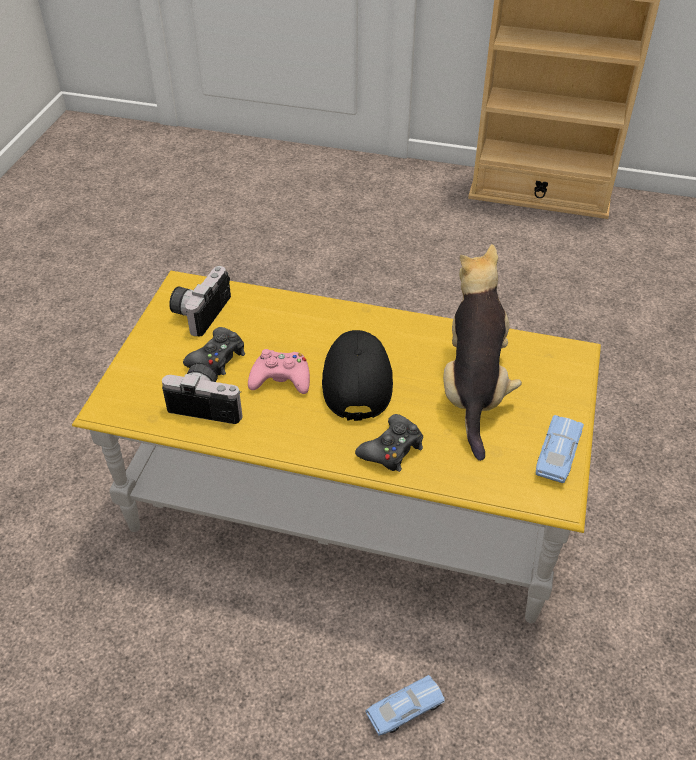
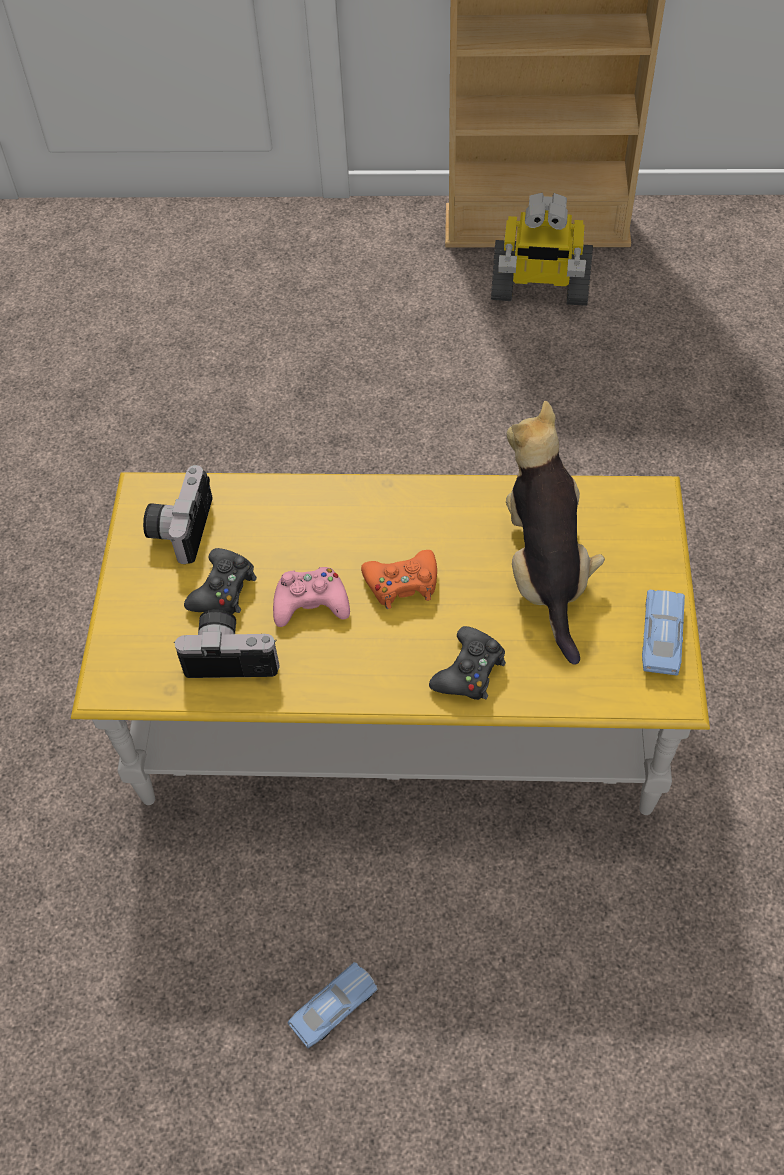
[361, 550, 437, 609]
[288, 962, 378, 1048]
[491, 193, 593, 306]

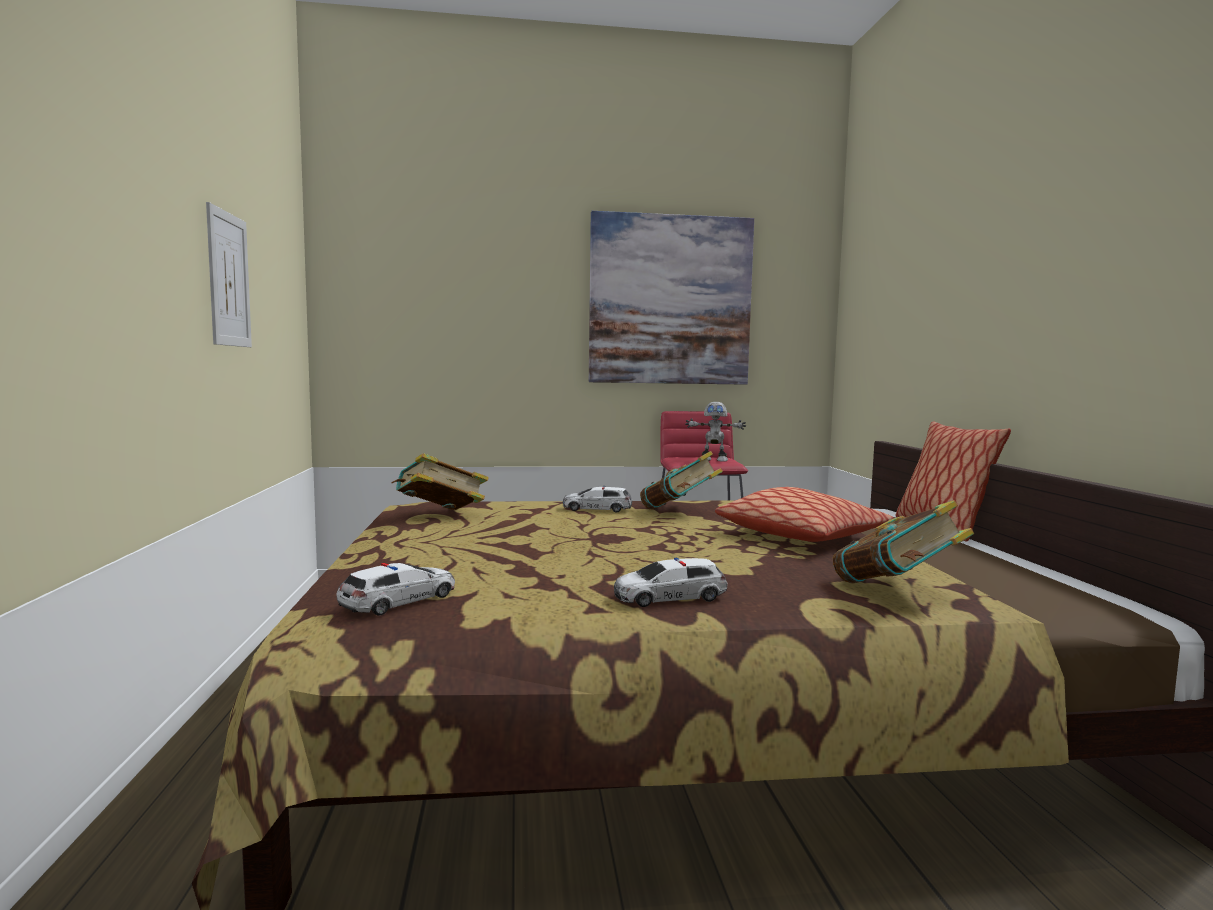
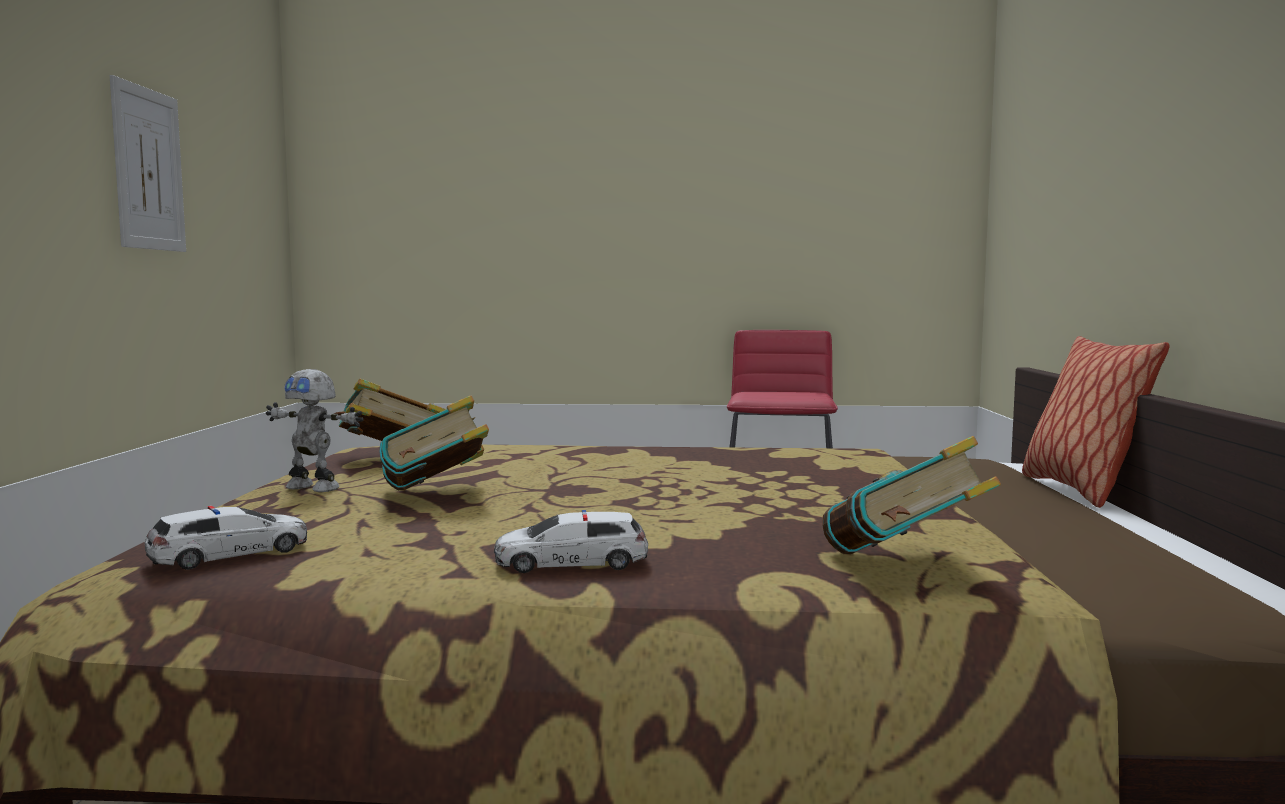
[589, 211, 754, 385] (first image)
[266, 369, 364, 492]
[379, 395, 489, 490]
[563, 486, 632, 512] (first image)
[715, 487, 894, 542] (first image)

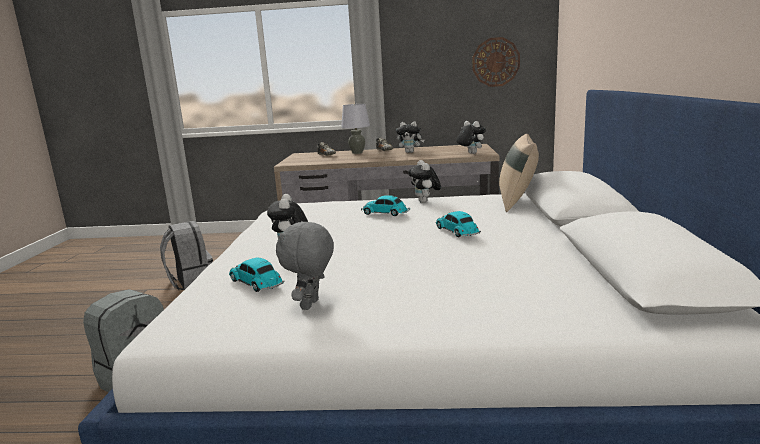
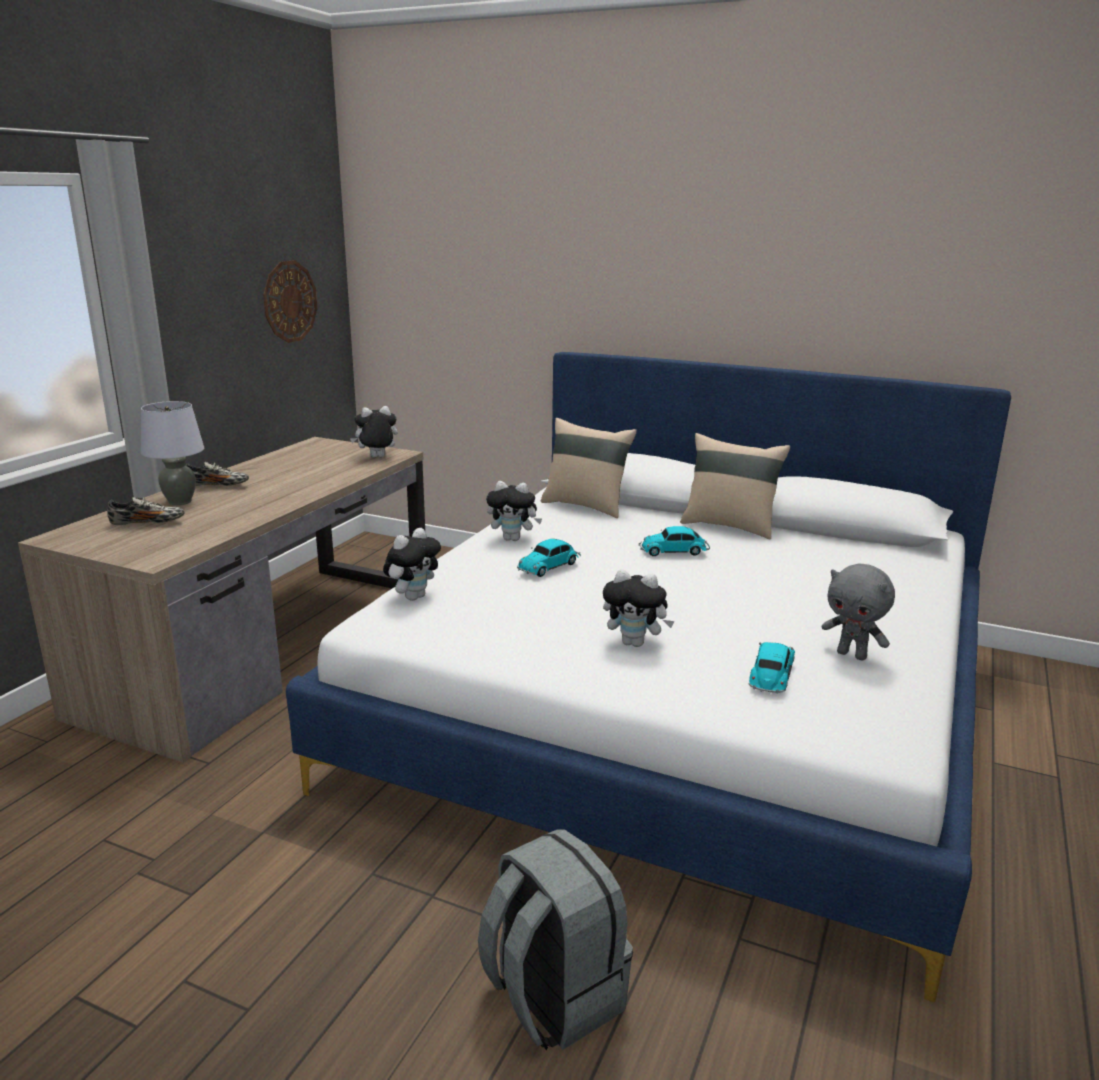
[383, 528, 441, 601]
[160, 221, 213, 290] (first image)
[749, 642, 795, 694]
[680, 433, 790, 539]

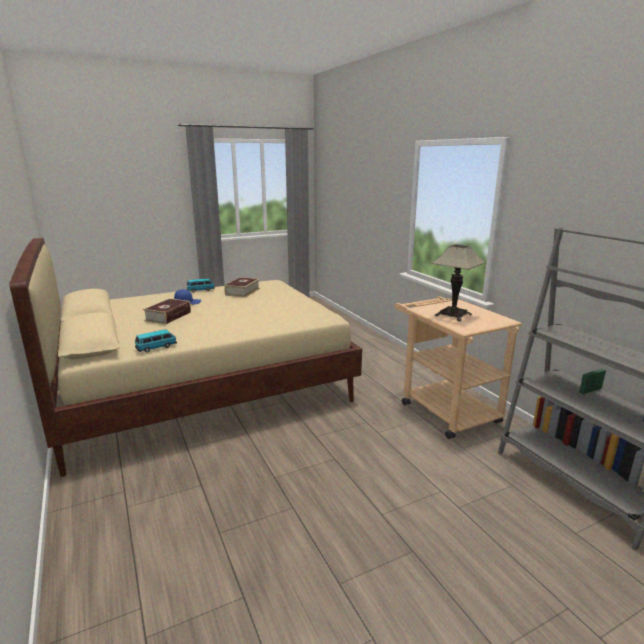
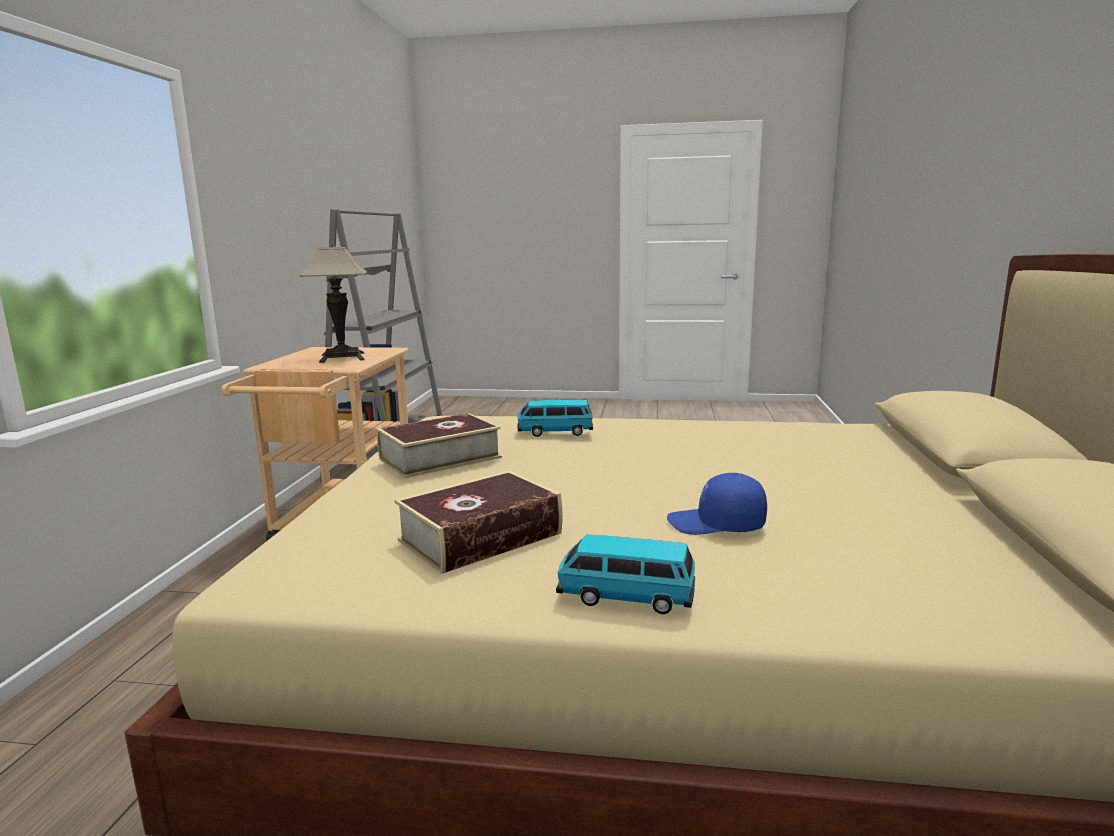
[377, 413, 502, 478]
[517, 400, 593, 437]

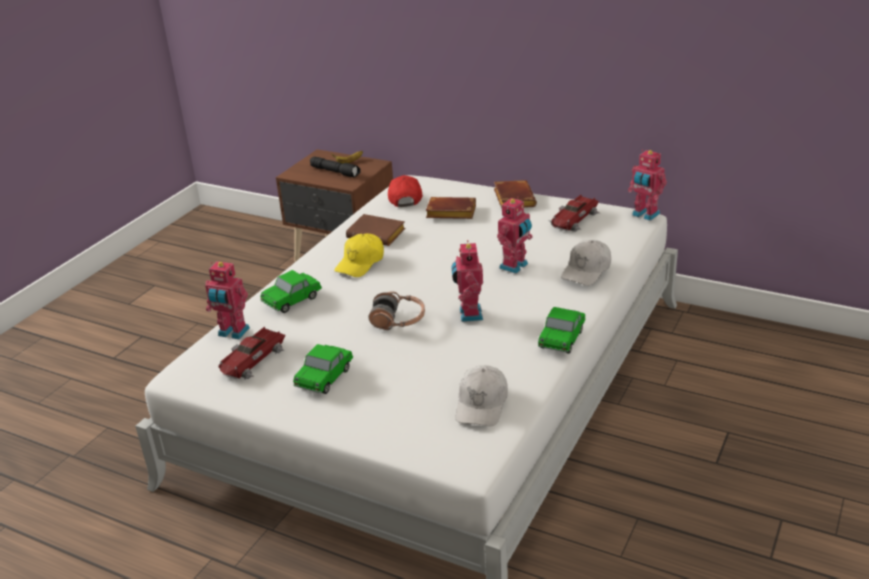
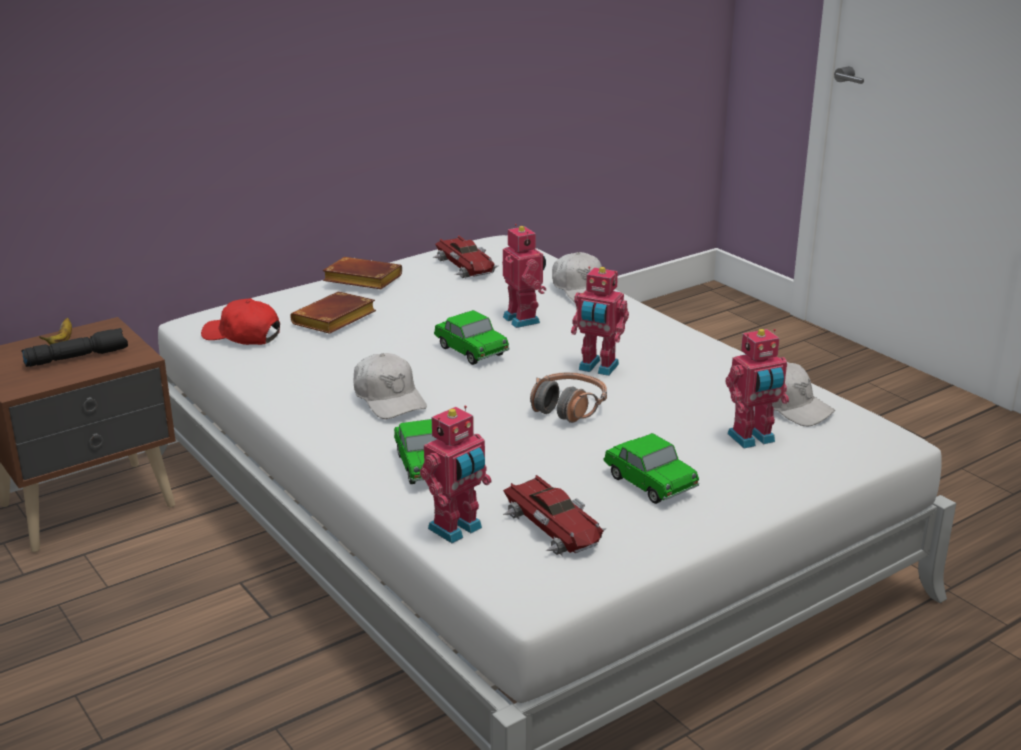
[726, 329, 789, 449]
[346, 214, 405, 246] (first image)
[354, 353, 427, 419]
[434, 310, 509, 365]

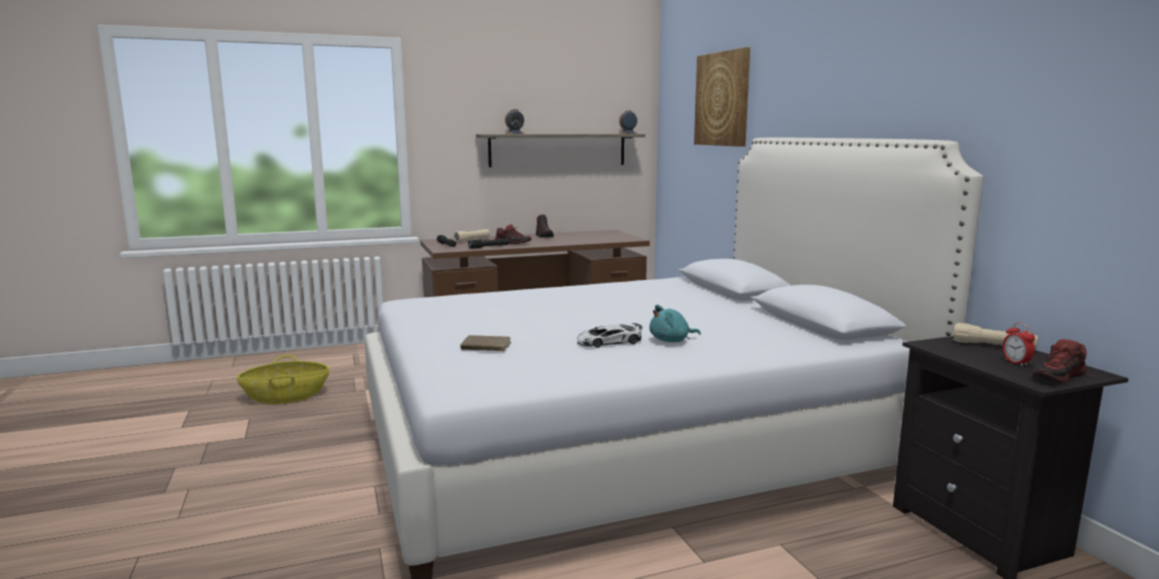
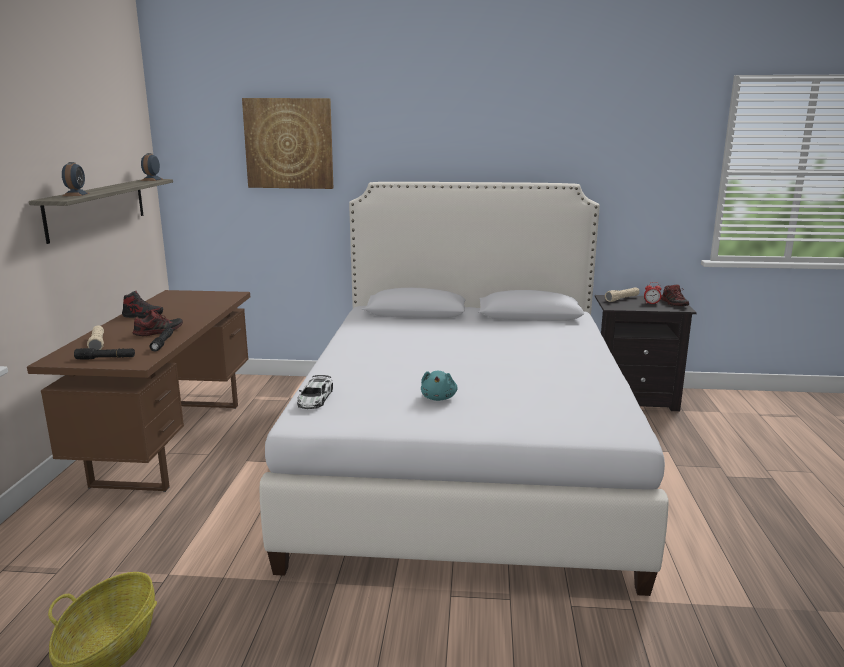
[421, 371, 458, 401]
[297, 375, 333, 409]
[460, 335, 511, 351] (first image)

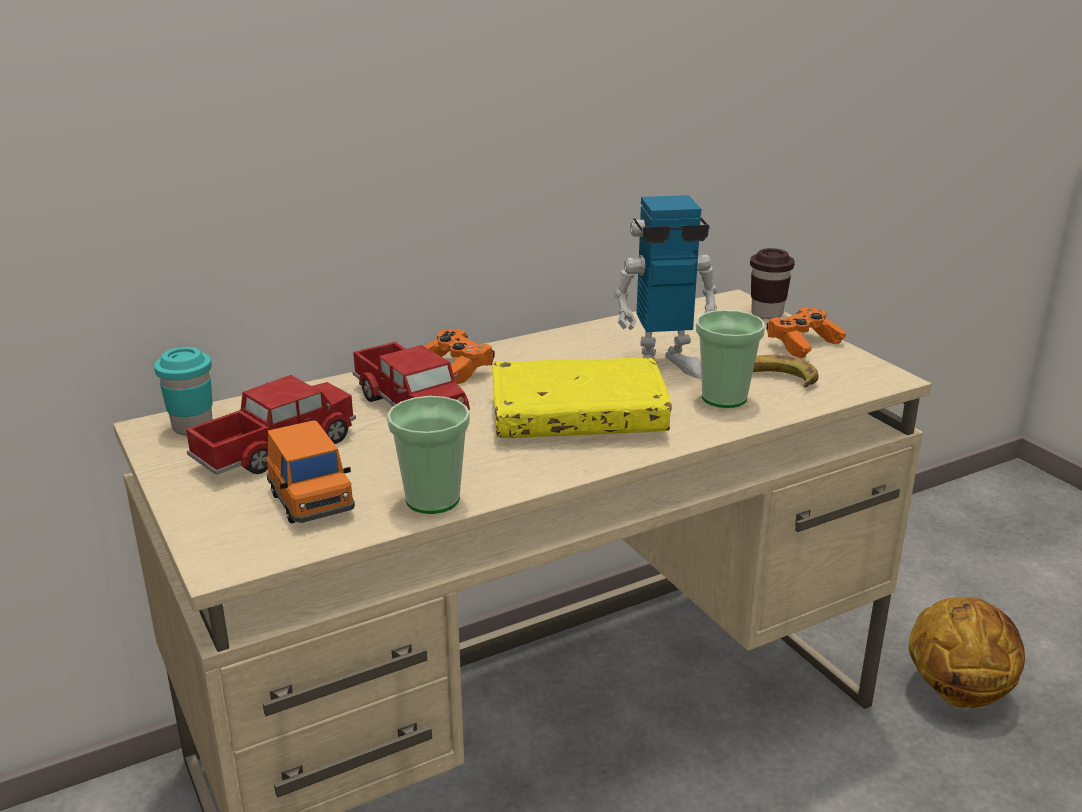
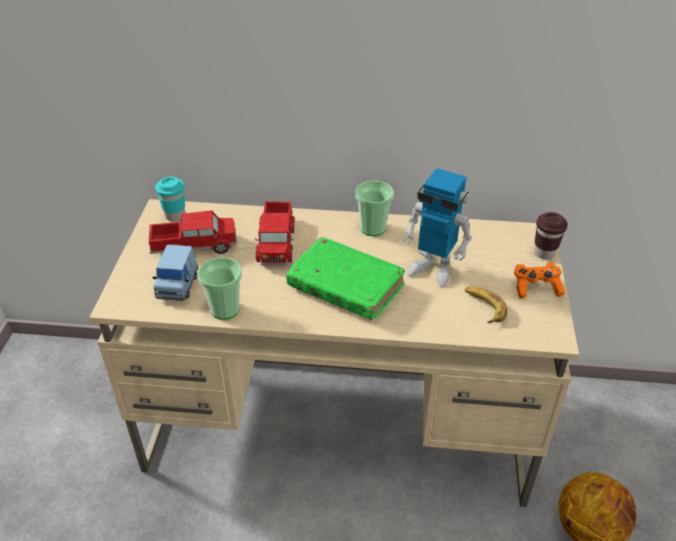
[355, 181, 394, 236]
[424, 329, 495, 384] (first image)
[286, 237, 405, 320]
[153, 245, 198, 301]

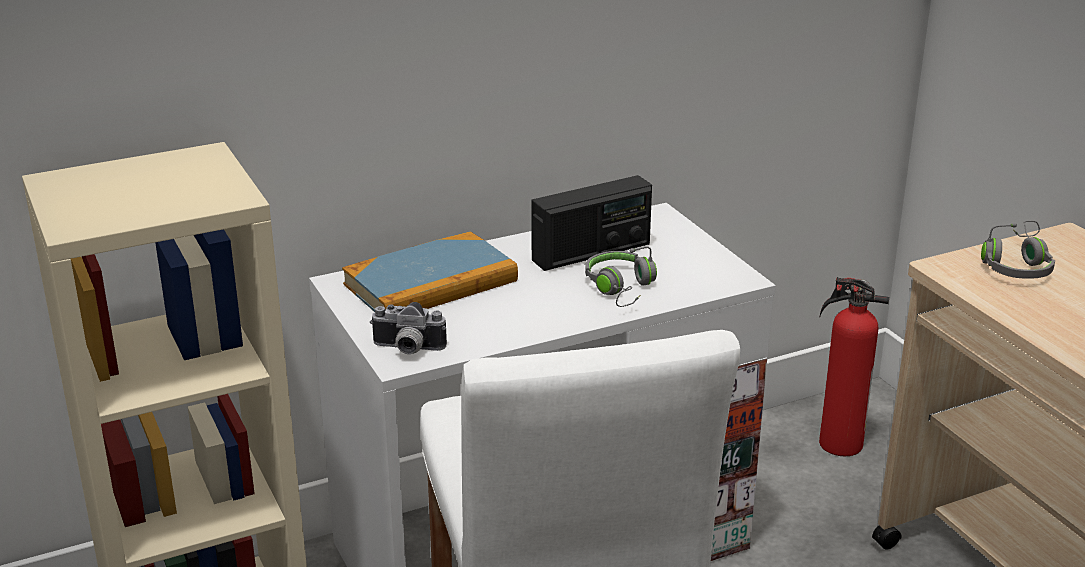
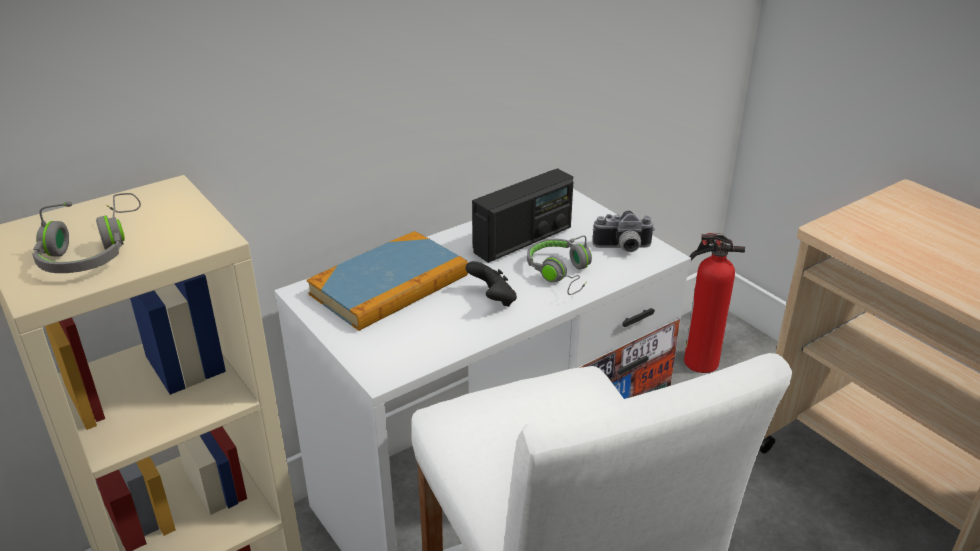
[32, 193, 141, 273]
[592, 210, 655, 252]
[466, 261, 517, 307]

